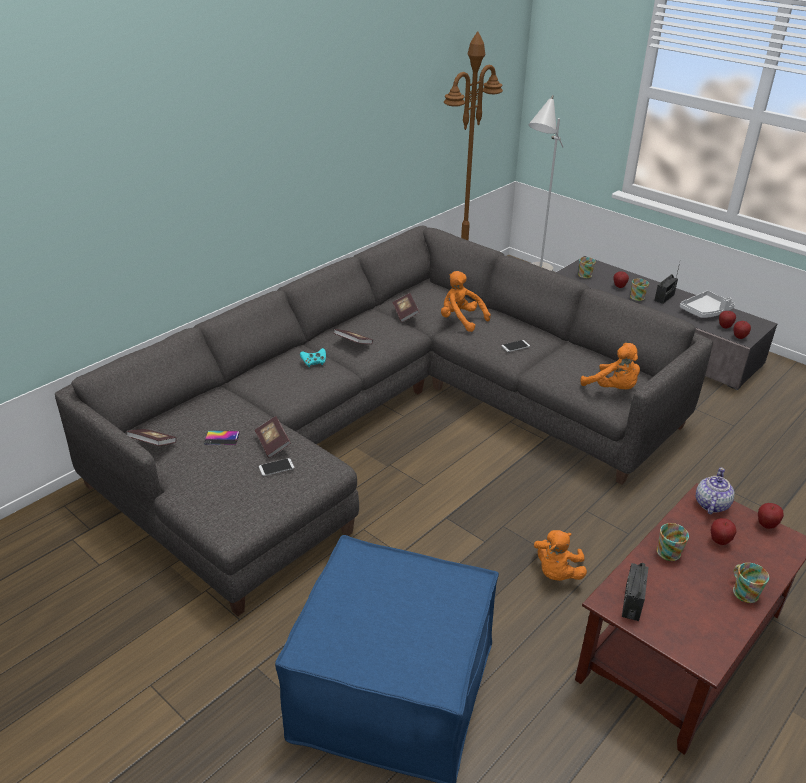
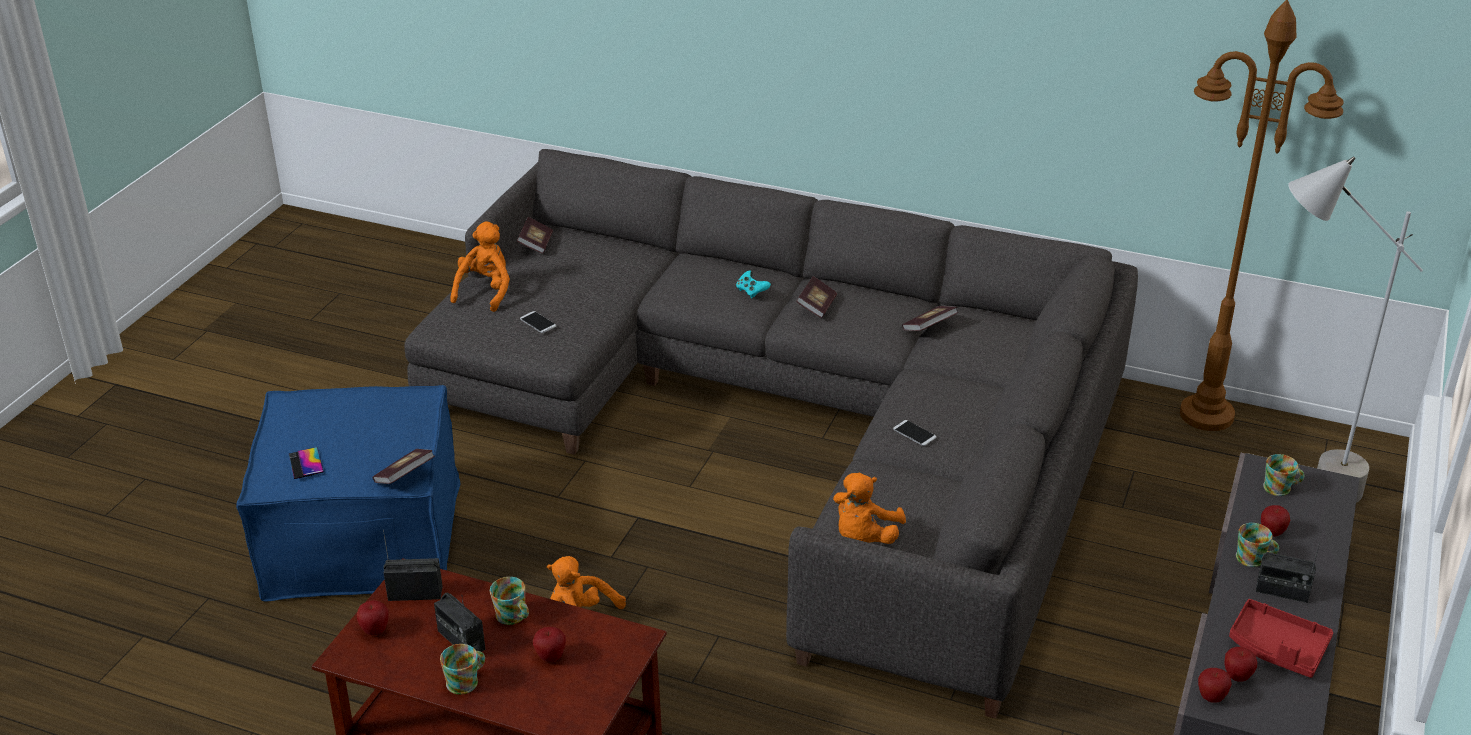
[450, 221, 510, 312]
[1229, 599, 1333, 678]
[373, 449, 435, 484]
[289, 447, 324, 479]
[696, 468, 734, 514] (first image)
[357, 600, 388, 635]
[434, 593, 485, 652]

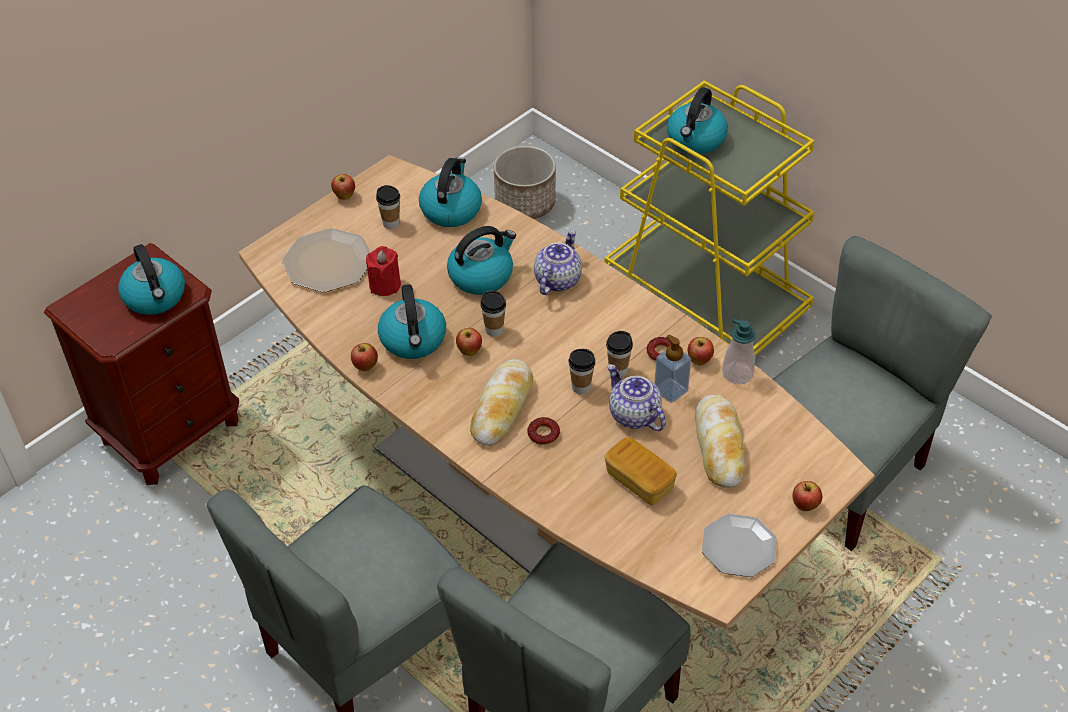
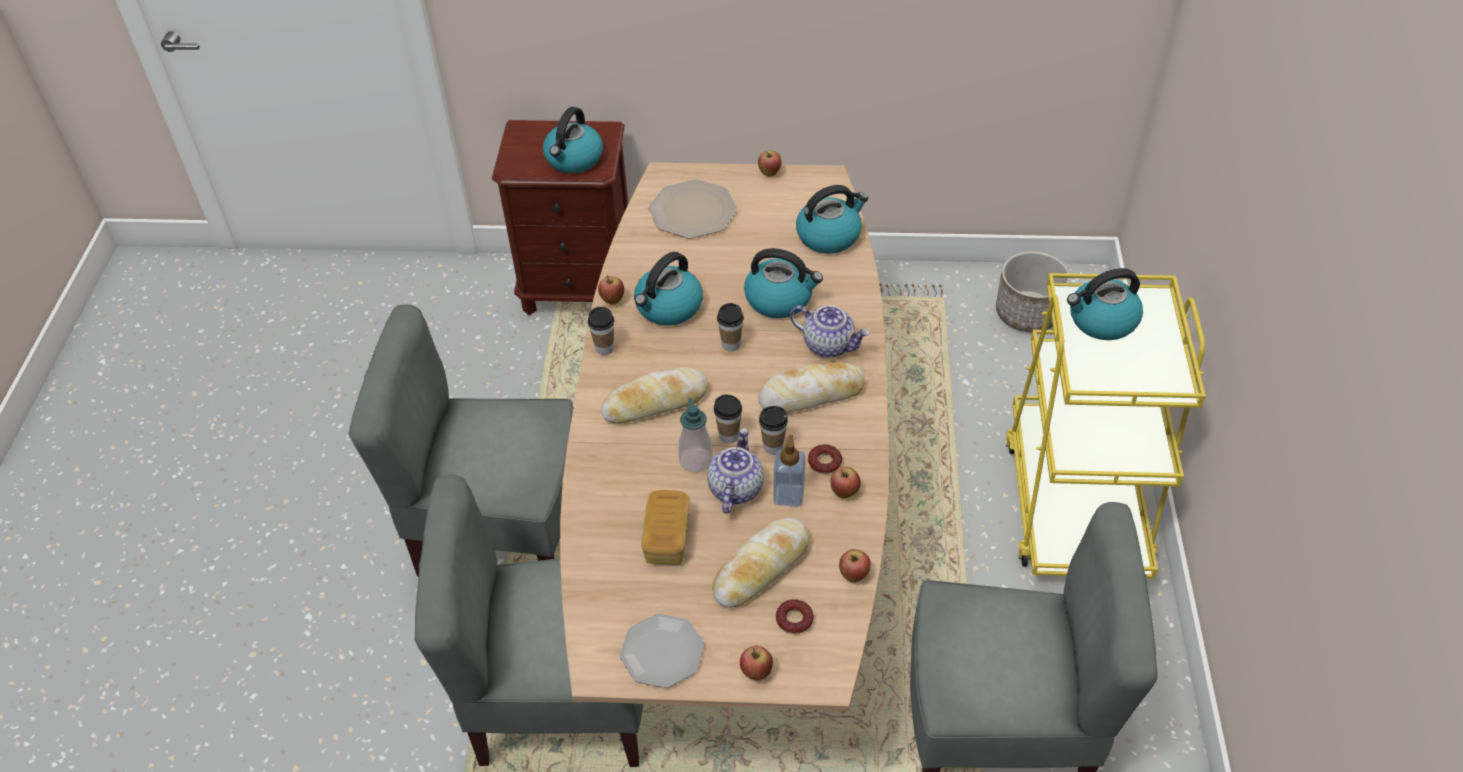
[588, 307, 614, 355]
[790, 305, 870, 358]
[366, 246, 401, 296] (first image)
[679, 398, 713, 472]
[839, 549, 871, 582]
[776, 599, 814, 634]
[758, 362, 865, 413]

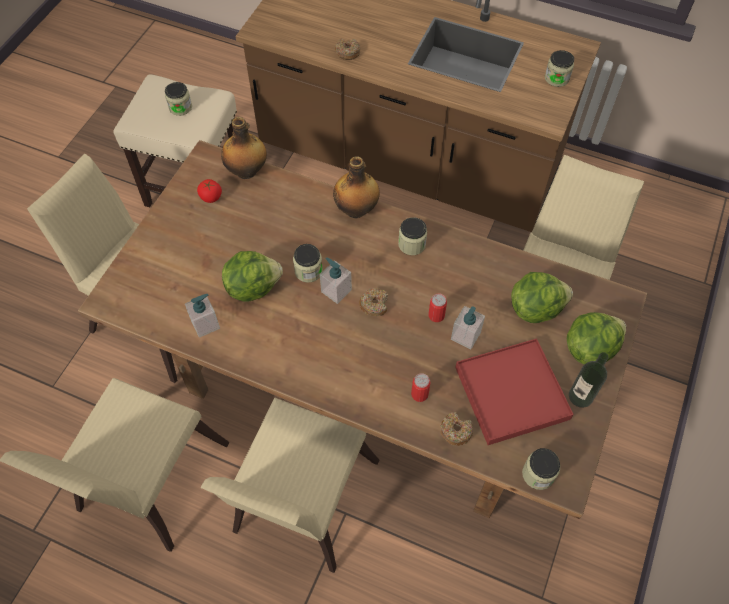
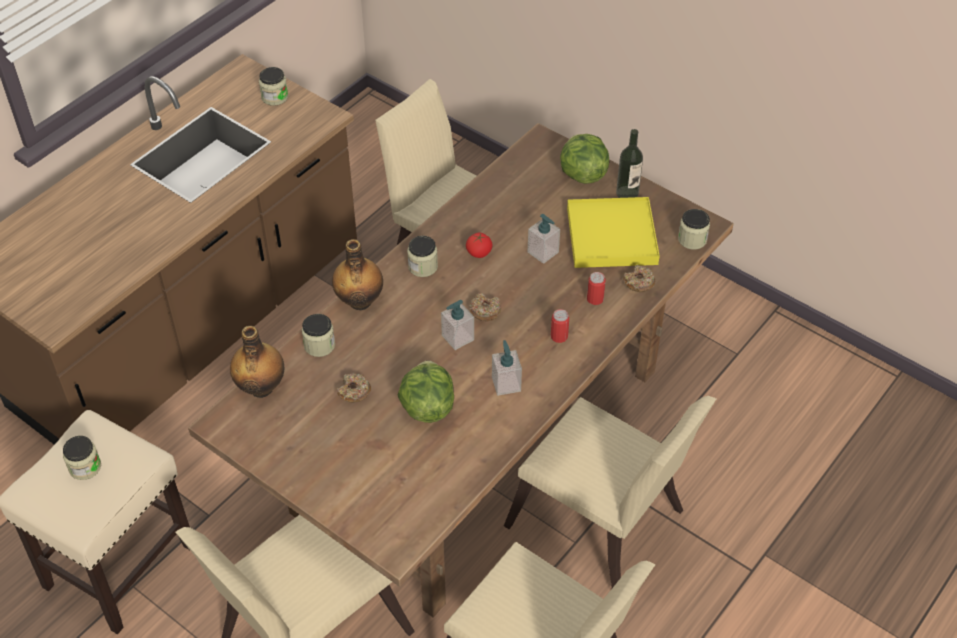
[337, 373, 371, 403]
[466, 233, 493, 258]
[302, 314, 335, 357]
[511, 272, 573, 323] (first image)
[492, 340, 522, 396]
[551, 309, 569, 343]
[567, 197, 660, 268]

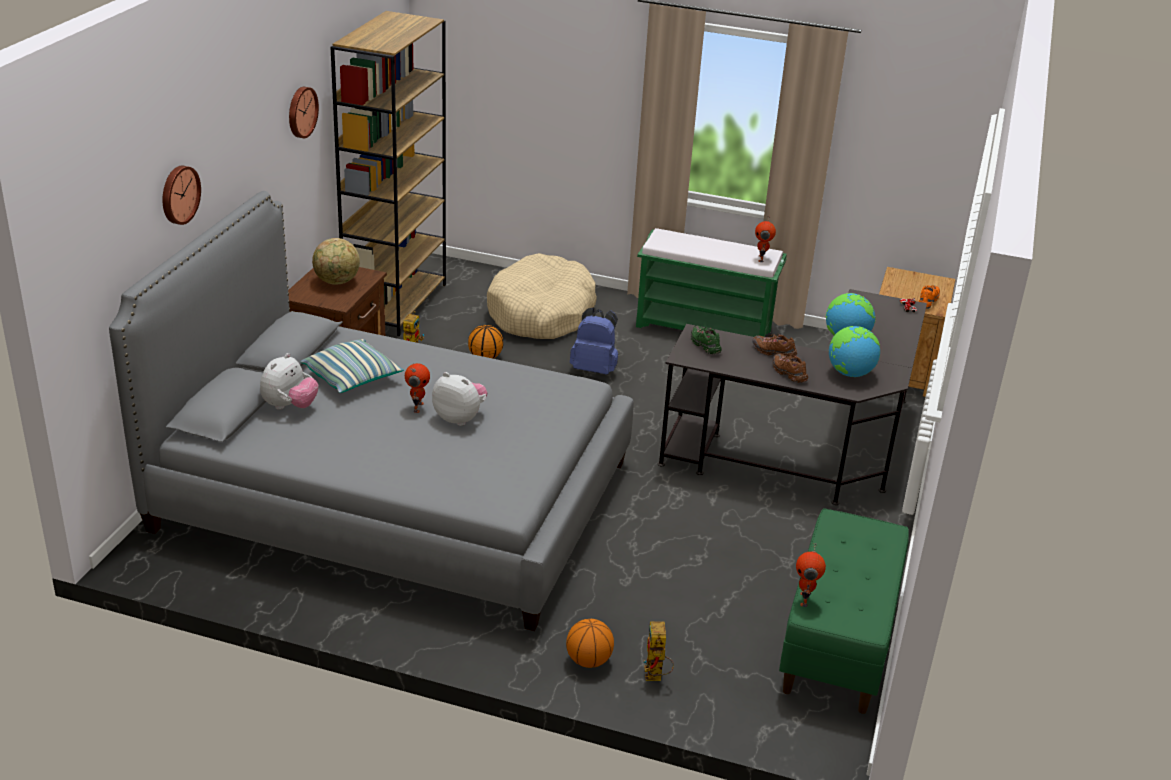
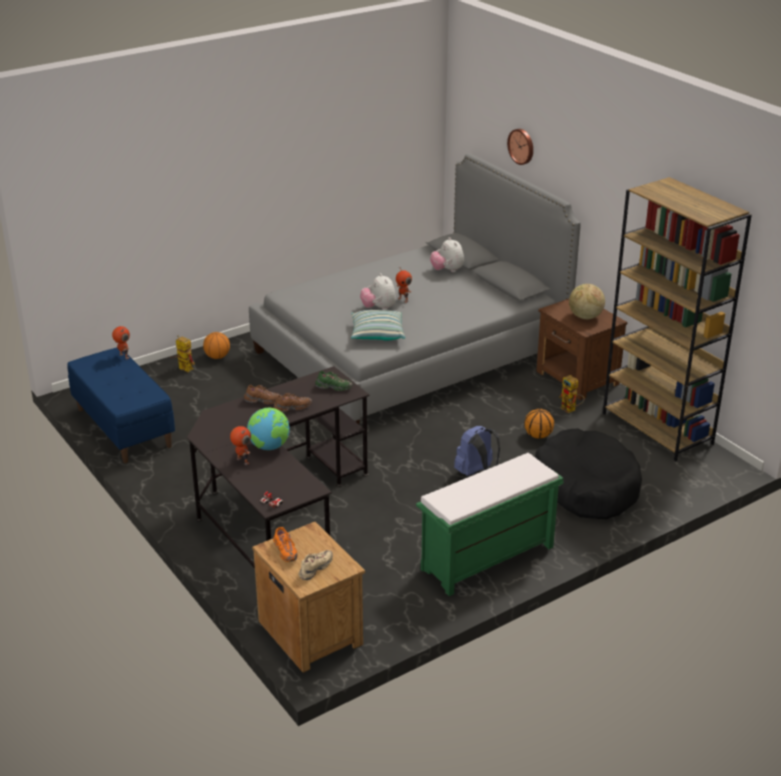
[289, 87, 319, 138] (first image)
[230, 426, 251, 465]
[535, 428, 642, 519]
[829, 326, 880, 377] (first image)
[351, 310, 405, 340]
[360, 273, 396, 310]
[67, 347, 175, 463]
[299, 550, 333, 580]

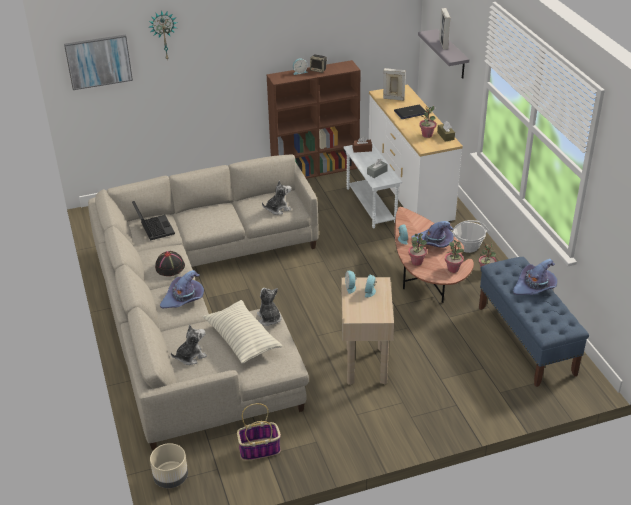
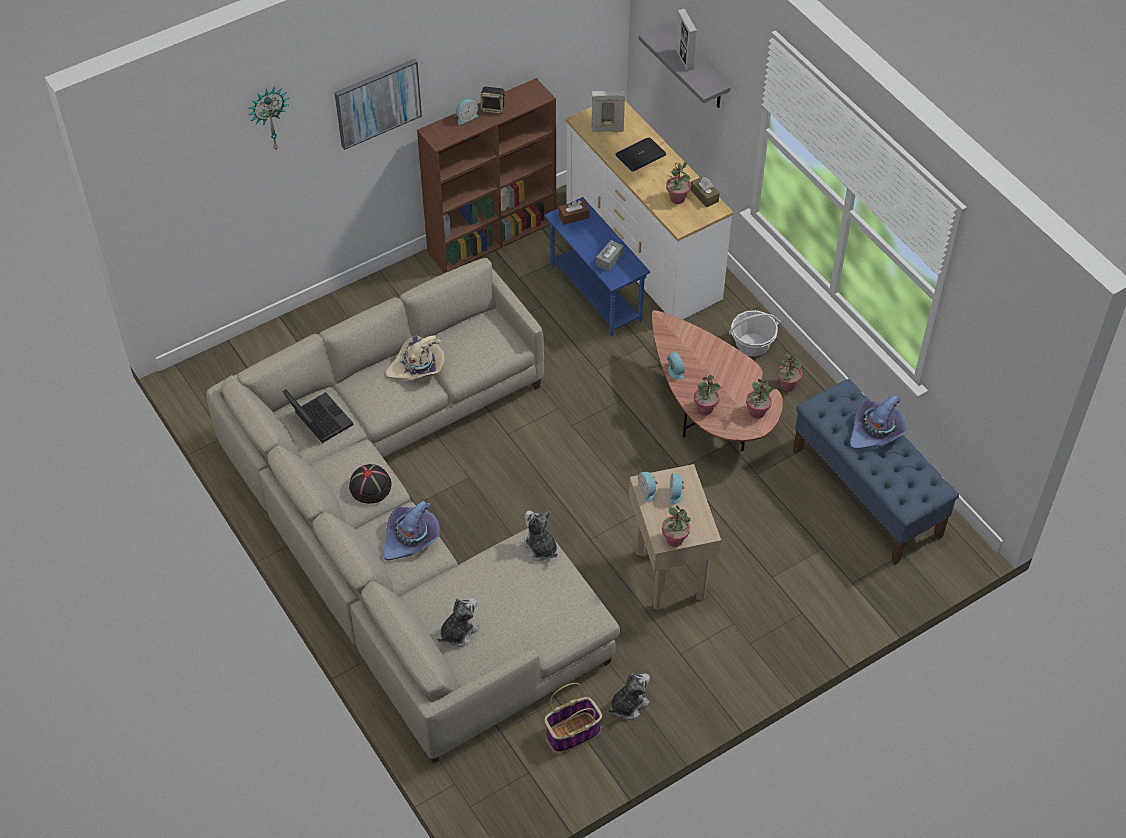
[335, 59, 422, 150]
[544, 197, 650, 336]
[608, 673, 650, 720]
[411, 221, 454, 248] (first image)
[203, 300, 282, 363] (first image)
[150, 443, 188, 488] (first image)
[385, 336, 445, 380]
[662, 505, 691, 547]

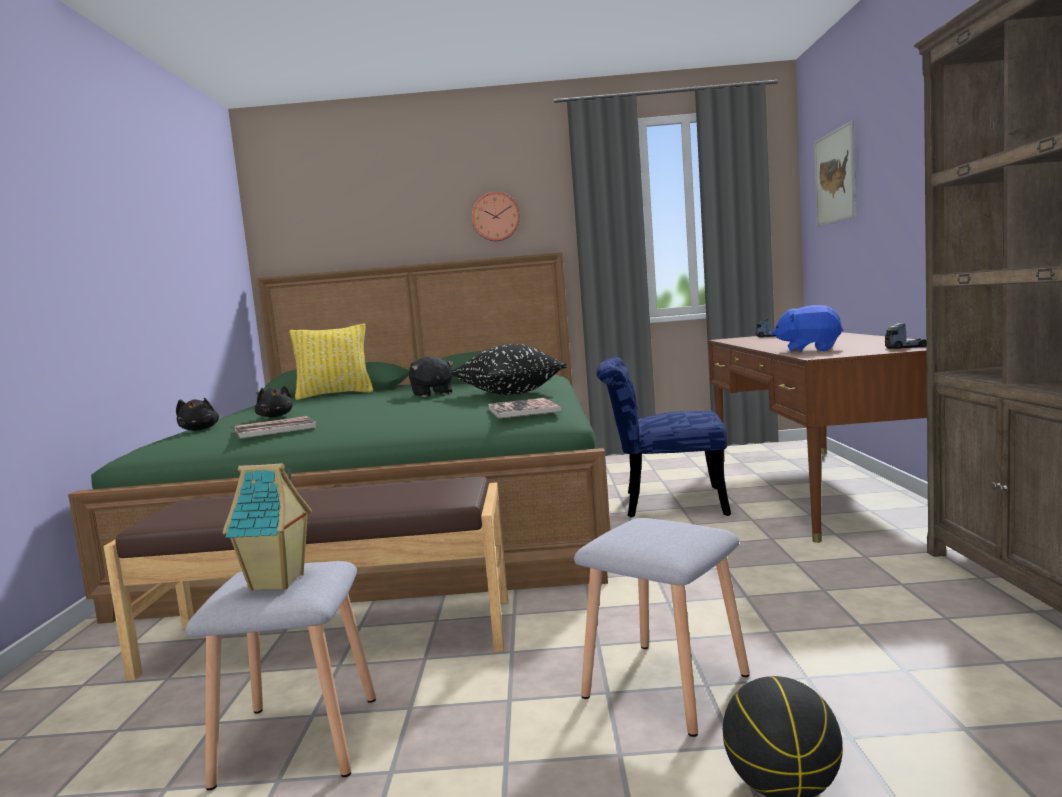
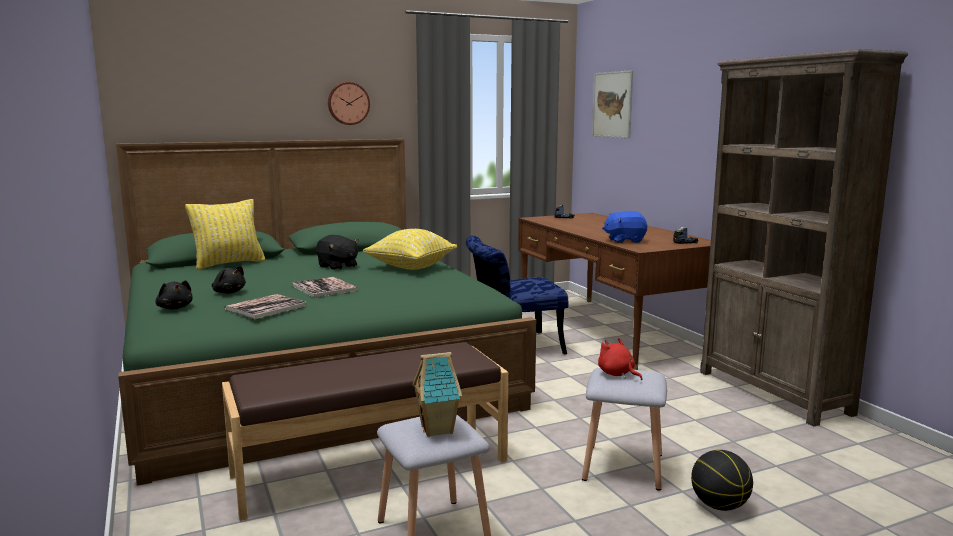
[363, 229, 457, 270]
[292, 277, 358, 298]
[598, 338, 643, 380]

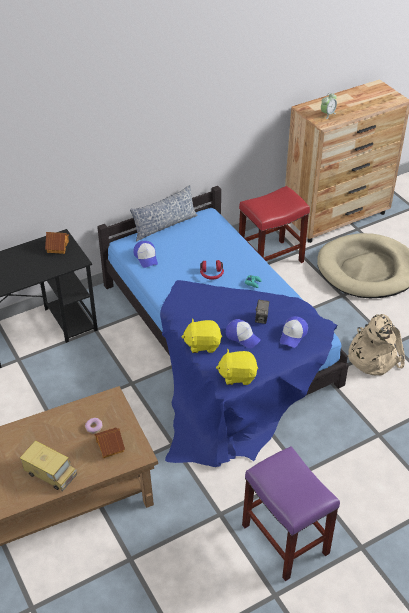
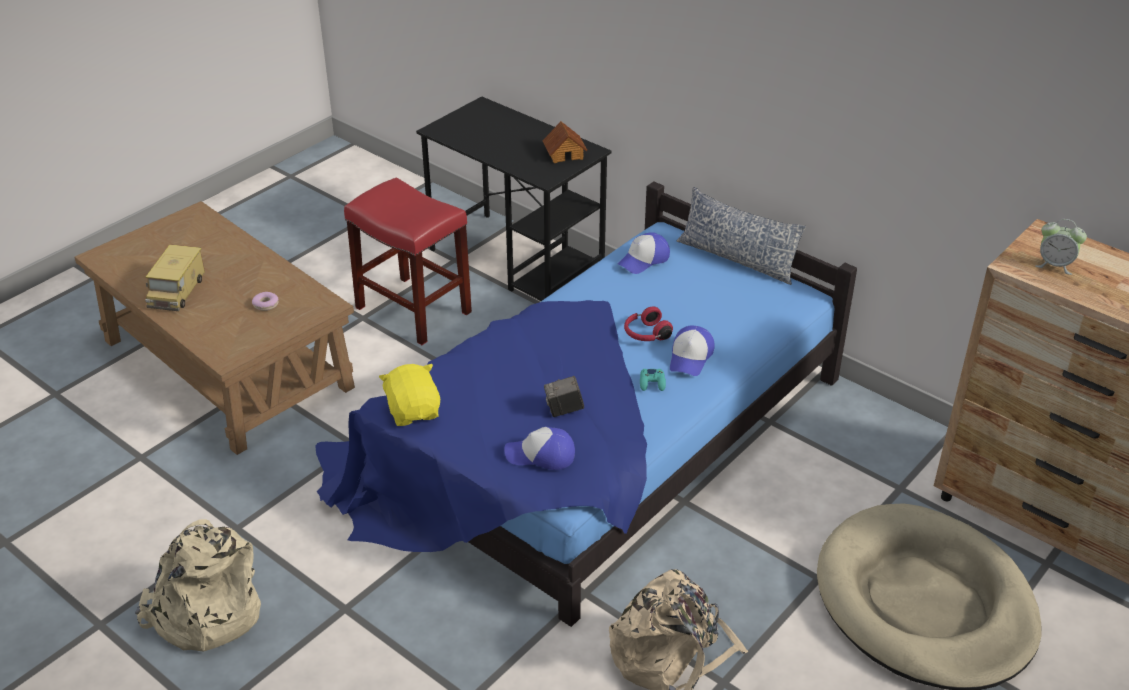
[344, 177, 472, 345]
[181, 319, 222, 353] (first image)
[670, 325, 715, 376]
[94, 427, 125, 458] (first image)
[135, 519, 261, 651]

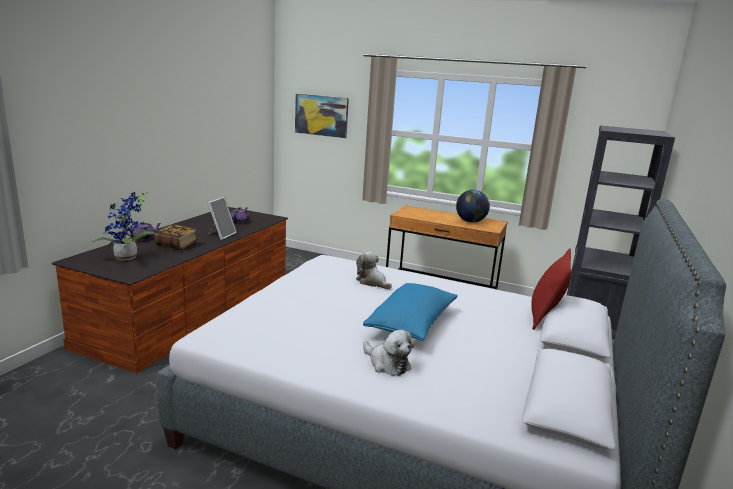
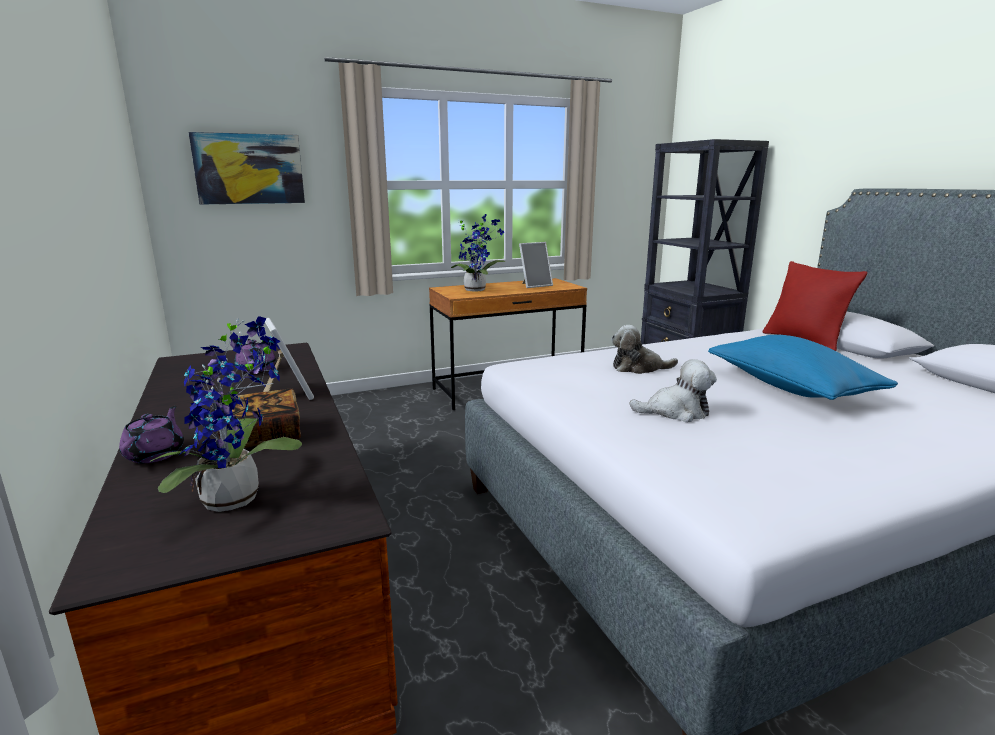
[519, 242, 553, 288]
[630, 359, 717, 422]
[451, 214, 505, 292]

